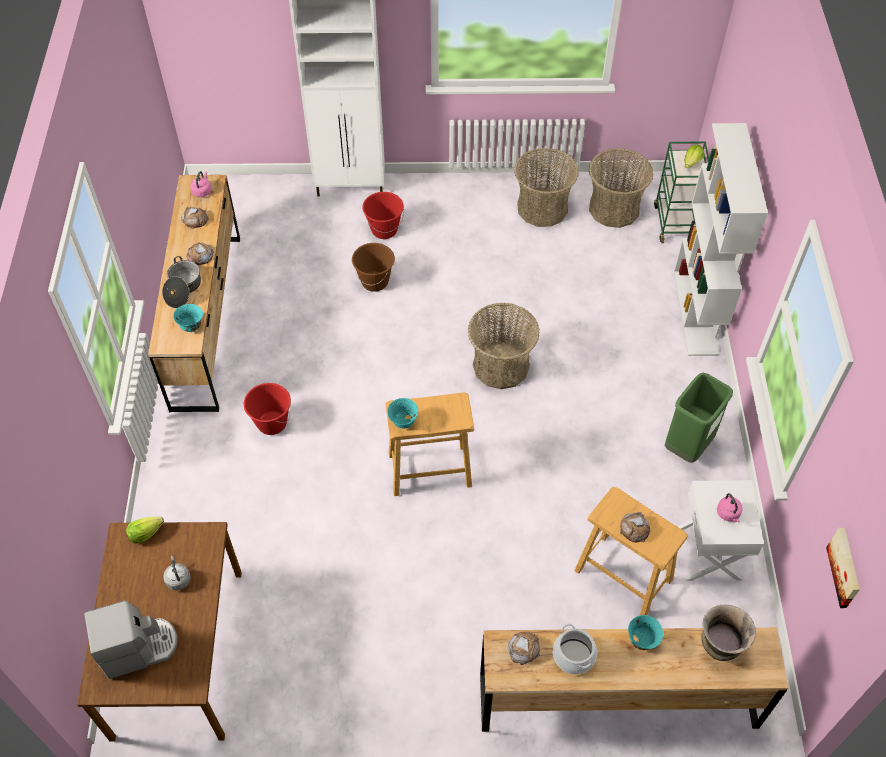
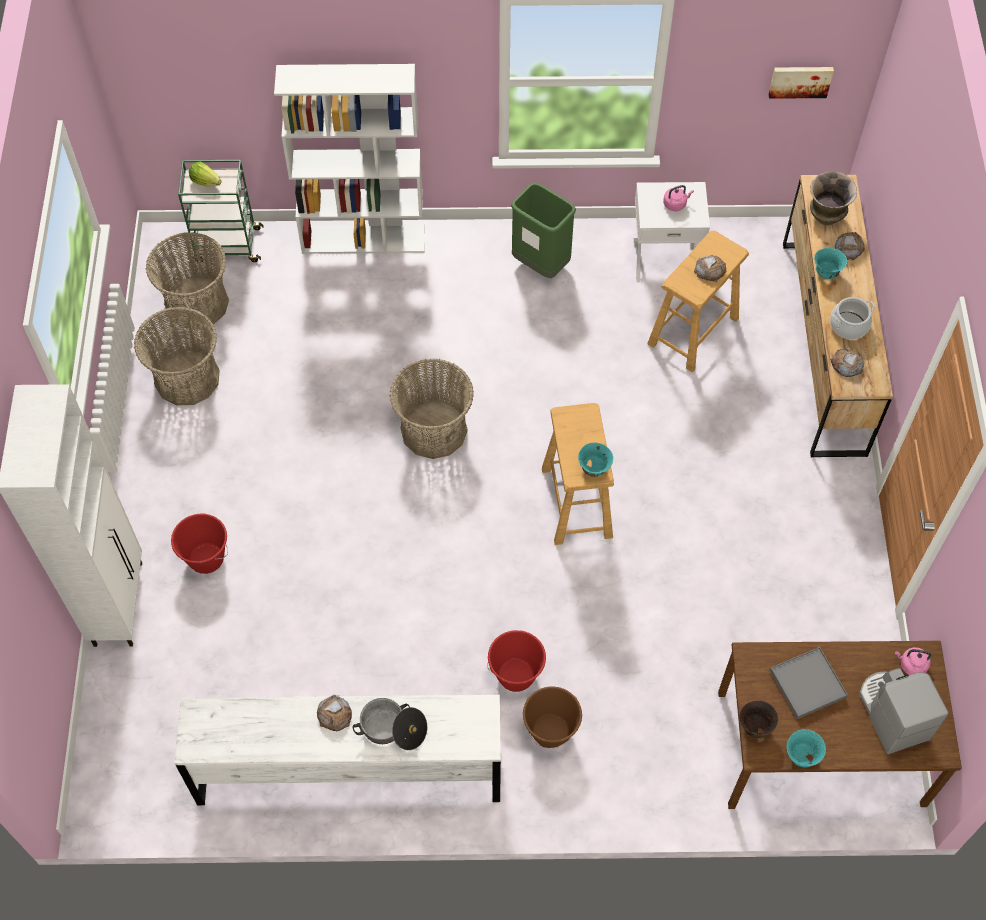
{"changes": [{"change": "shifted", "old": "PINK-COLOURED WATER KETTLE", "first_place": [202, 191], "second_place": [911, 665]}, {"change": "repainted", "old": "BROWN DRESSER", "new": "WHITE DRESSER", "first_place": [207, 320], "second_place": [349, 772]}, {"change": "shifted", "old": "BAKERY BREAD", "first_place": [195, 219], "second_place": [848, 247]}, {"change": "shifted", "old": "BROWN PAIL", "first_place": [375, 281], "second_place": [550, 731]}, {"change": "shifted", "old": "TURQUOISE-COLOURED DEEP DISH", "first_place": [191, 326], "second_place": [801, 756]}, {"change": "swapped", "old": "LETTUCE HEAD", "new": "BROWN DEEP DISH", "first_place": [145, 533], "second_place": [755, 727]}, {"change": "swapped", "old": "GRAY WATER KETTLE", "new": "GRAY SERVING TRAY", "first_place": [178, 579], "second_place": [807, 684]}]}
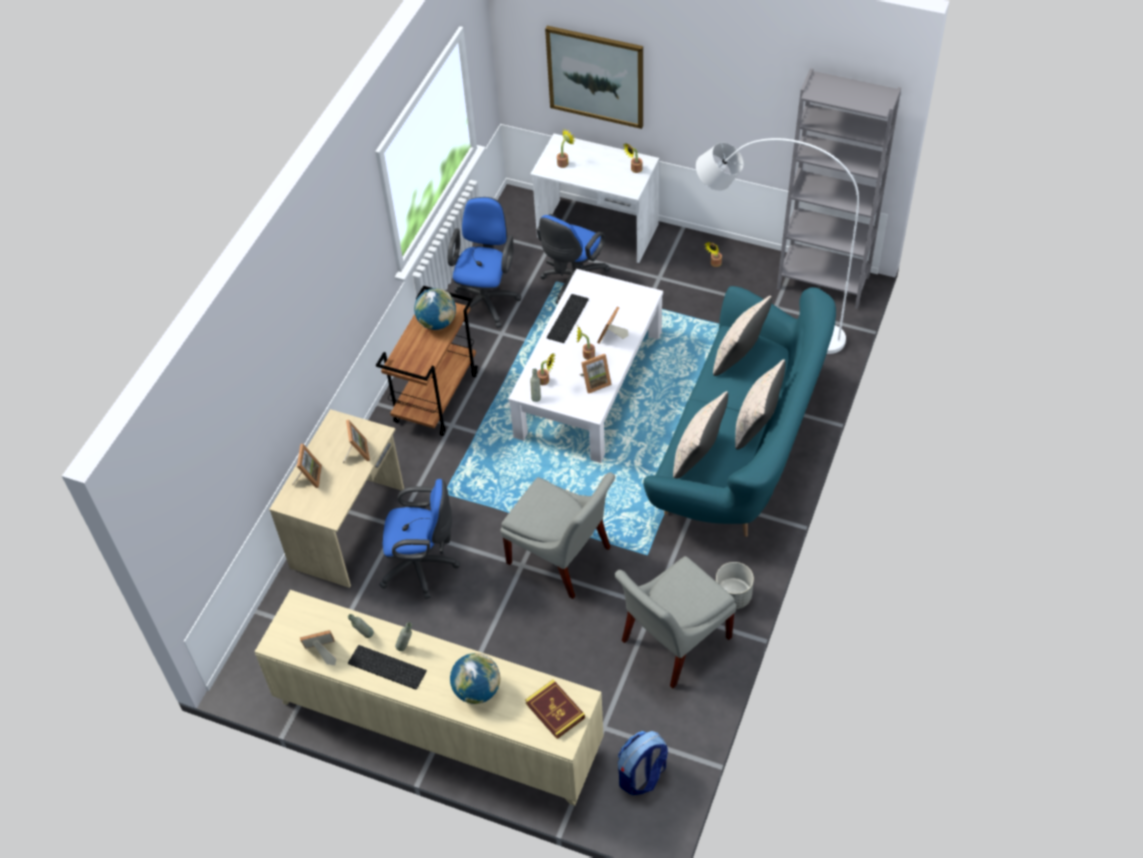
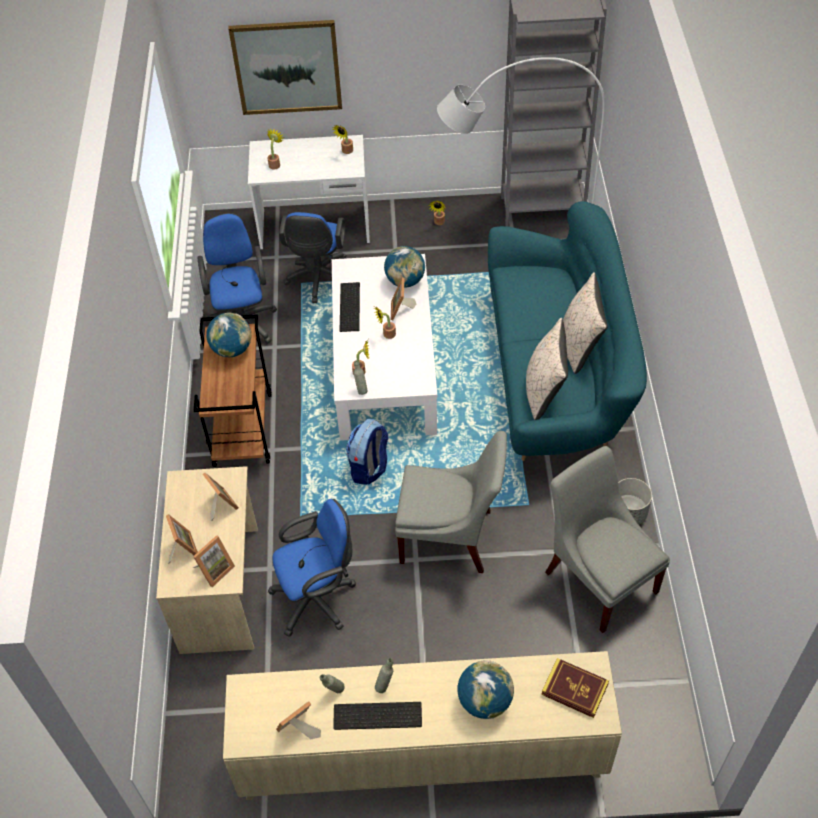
{"changes": [{"change": "gone", "old": "SAND-COLOURED THROW PILLOW", "first_place": [739, 357]}, {"change": "shifted", "old": "PICTURE FRAME", "first_place": [595, 382], "second_place": [214, 569]}, {"change": "rotated", "old": "GRAY UPRIGHT CHAIR", "first_place": [672, 641], "second_place": [598, 577], "degrees": 120}, {"change": "shifted", "old": "RUCKSACK", "first_place": [642, 776], "second_place": [369, 468]}, {"change": "new", "new": "DESK GLOBE", "second_place": [405, 281]}]}
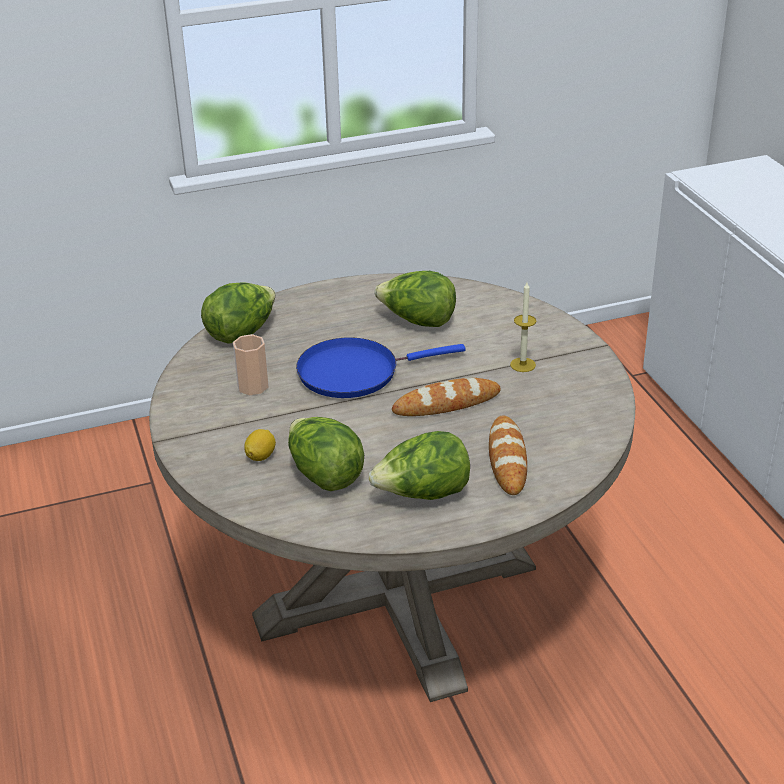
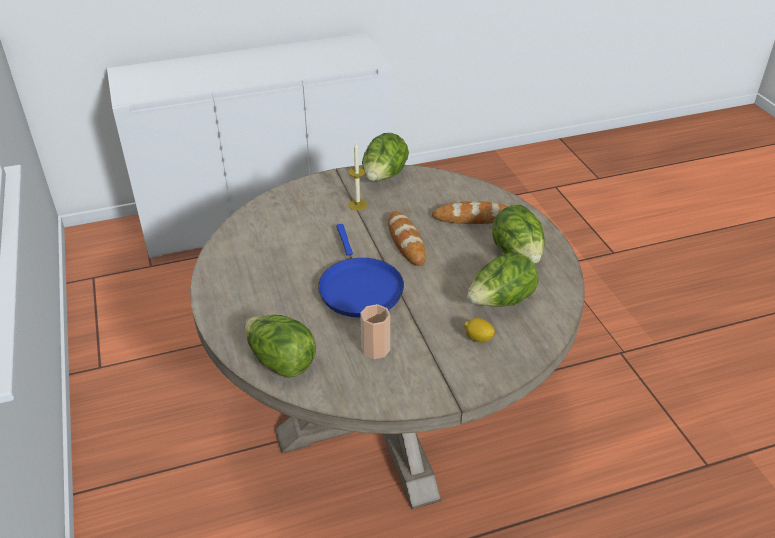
{"changes": [{"change": "shifted", "old": "LETTUCE HEAD", "first_place": [417, 321], "second_place": [384, 177]}]}
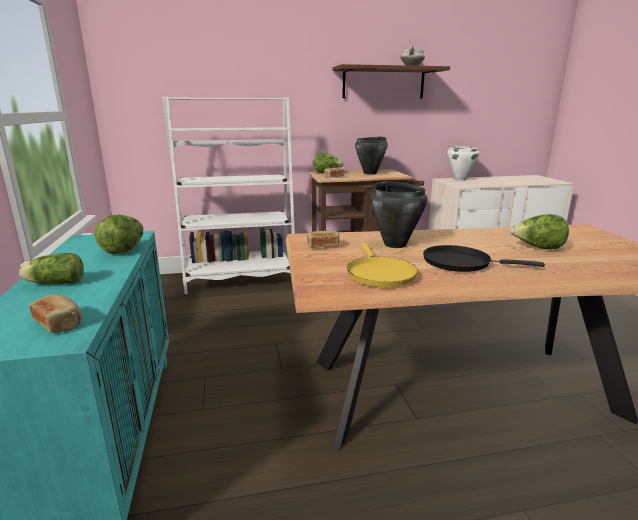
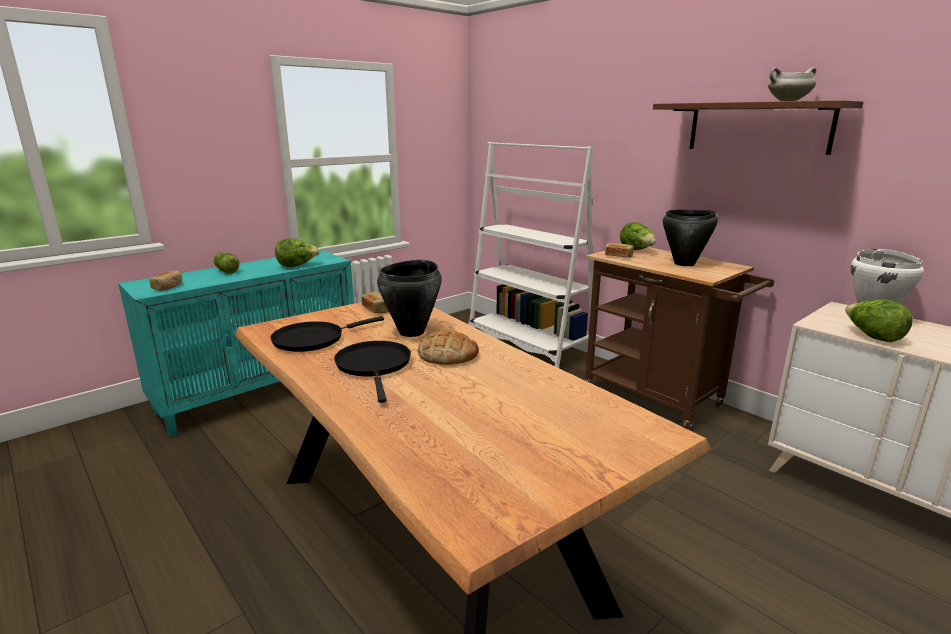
{"changes": [{"change": "shifted", "old": "LETTUCE HEAD", "first_place": [537, 248], "second_place": [872, 337]}, {"change": "repainted", "old": "YELLOW SKILLET", "new": "BLACK-COLOURED SKILLET", "first_place": [379, 274], "second_place": [313, 339]}, {"change": "new", "new": "BAKERY BREAD", "second_place": [448, 354]}]}
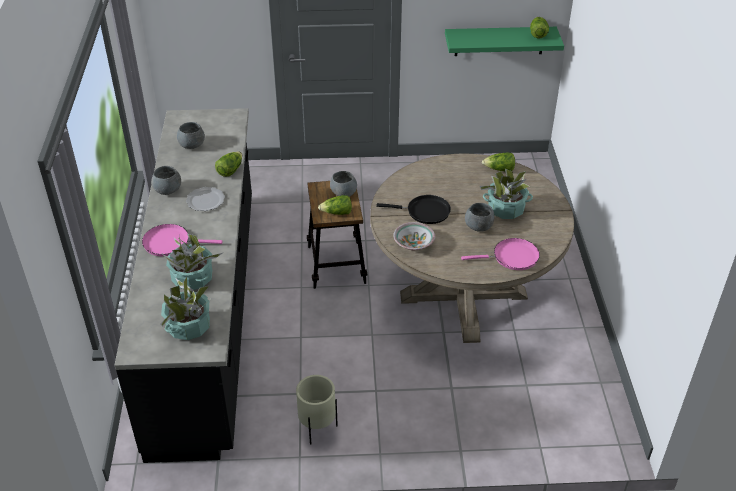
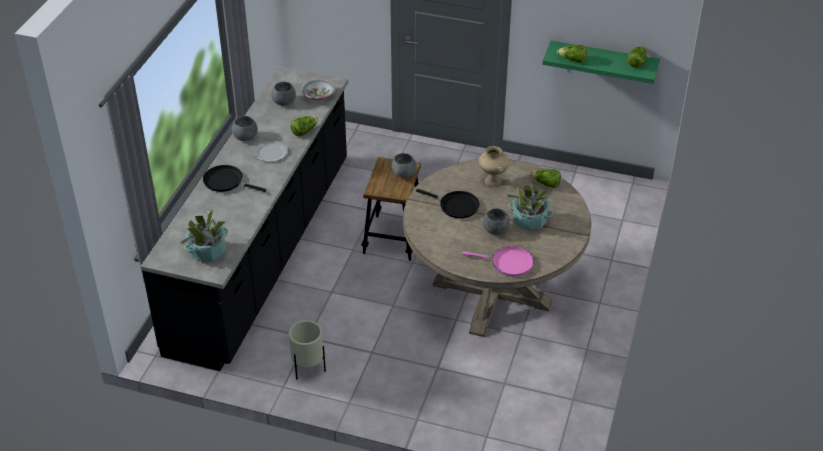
{"changes": [{"change": "shifted", "old": "LETTUCE HEAD", "first_place": [337, 213], "second_place": [572, 60]}, {"change": "shifted", "old": "DEEP DISH", "first_place": [414, 244], "second_place": [319, 96]}, {"change": "repainted", "old": "PINK-COLOURED SKILLET", "new": "BLACK-COLOURED SKILLET", "first_place": [170, 243], "second_place": [226, 181]}, {"change": "gone", "old": "POTTED PLANT", "first_place": [192, 278]}, {"change": "new", "new": "SAND-COLOURED FLOWER VASE", "second_place": [492, 181]}]}
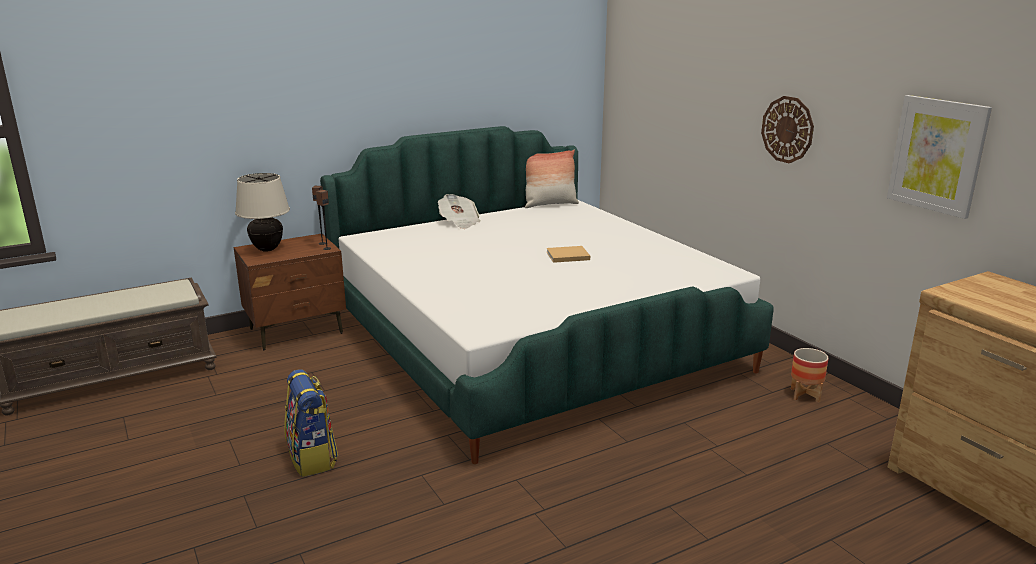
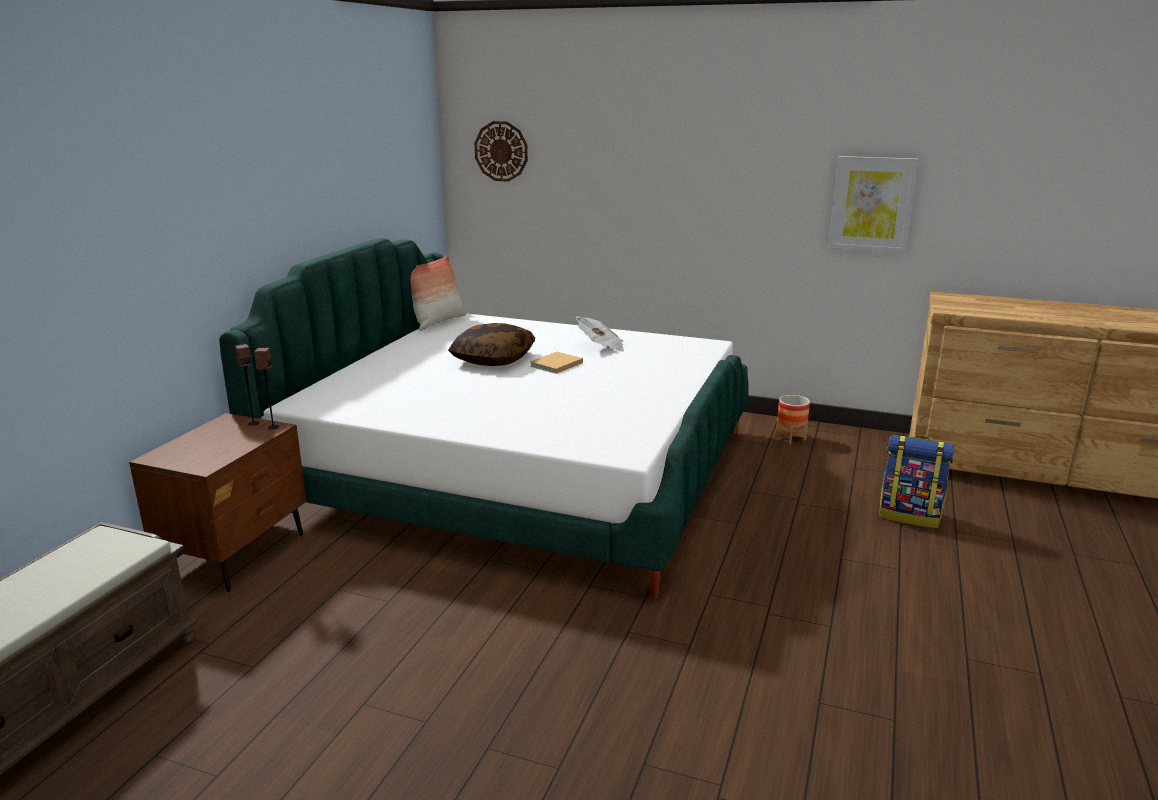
{"changes": [{"change": "shifted", "old": "WALL CLOCK", "first_place": [787, 129], "second_place": [501, 151]}, {"change": "gone", "old": "SAND-COLOURED TABLE LAMP", "first_place": [267, 249]}, {"change": "shifted", "old": "DAILY PAPER", "first_place": [459, 222], "second_place": [601, 347]}, {"change": "shifted", "old": "RUCKSACK", "first_place": [313, 458], "second_place": [910, 515]}, {"change": "new", "new": "THROW PILLOW", "second_place": [493, 359]}]}
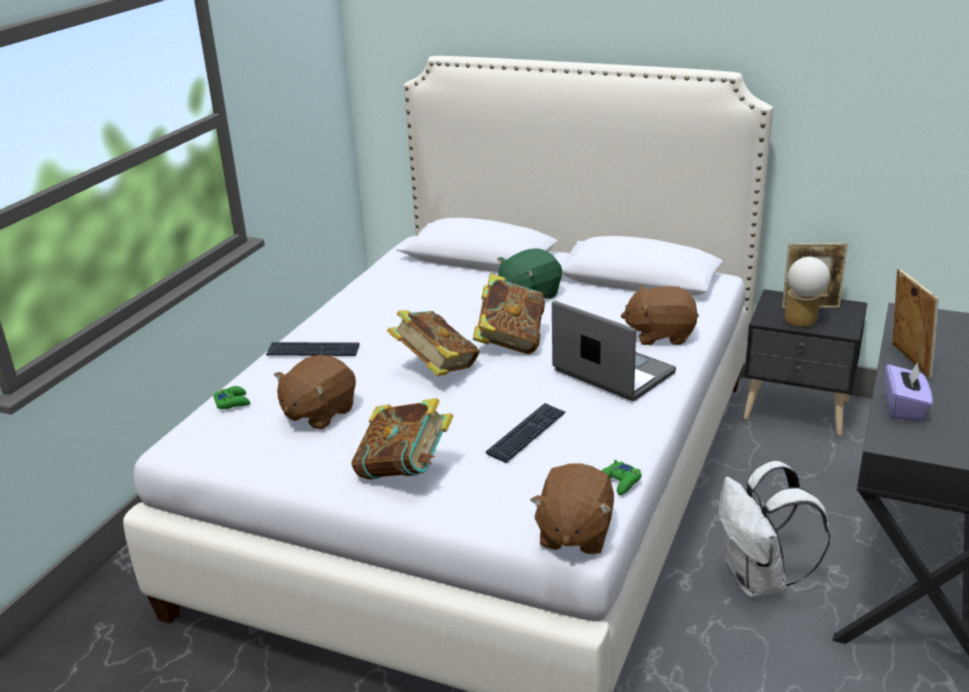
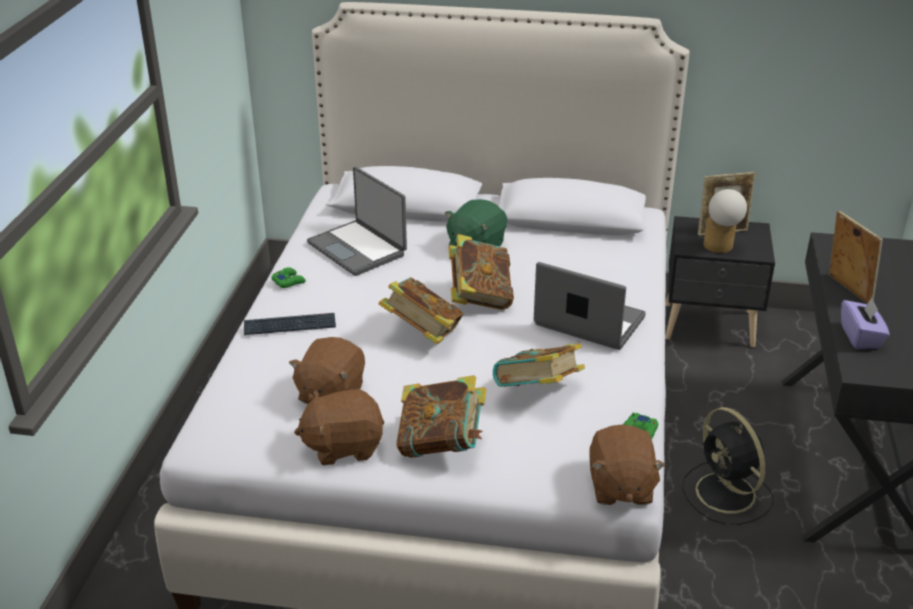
{"changes": [{"change": "shifted", "old": "BROWN PLUSH TOY", "first_place": [660, 335], "second_place": [343, 446]}, {"change": "shifted", "old": "GREENISH GAMEPAD", "first_place": [232, 402], "second_place": [288, 281]}, {"change": "swapped", "old": "PC KEYBOARD", "new": "BOOK", "first_place": [527, 434], "second_place": [537, 393]}, {"change": "swapped", "old": "WHITE RUCKSACK", "new": "BLACK-COLOURED ELECTRIC FAN", "first_place": [759, 580], "second_place": [727, 495]}, {"change": "new", "new": "PORTABLE COMPUTER", "second_place": [358, 248]}]}
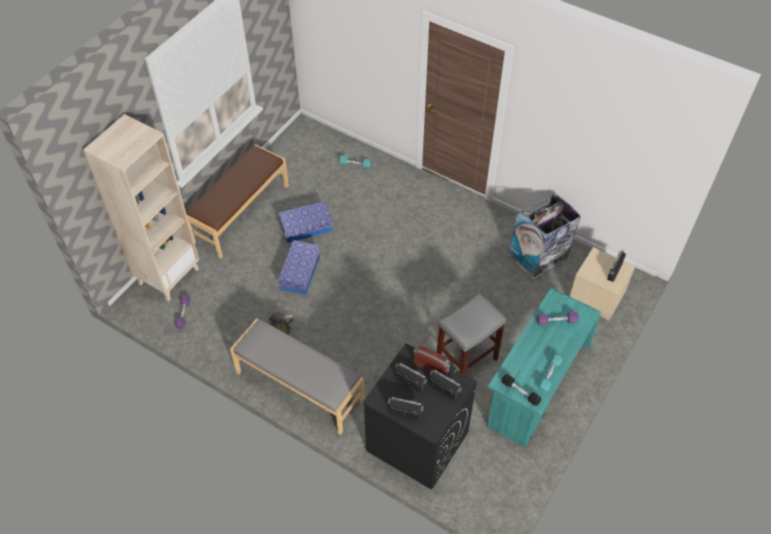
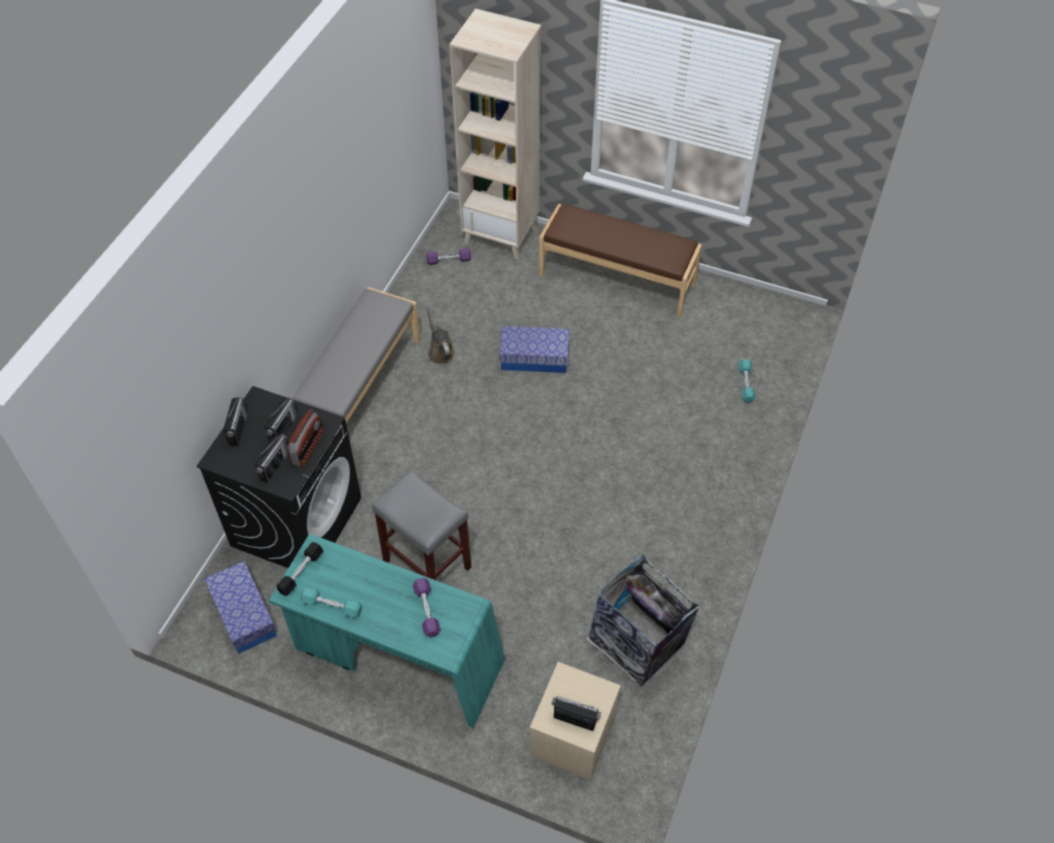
{"changes": [{"change": "shifted", "old": "STORAGE CONTAINER", "first_place": [306, 228], "second_place": [243, 614]}]}
